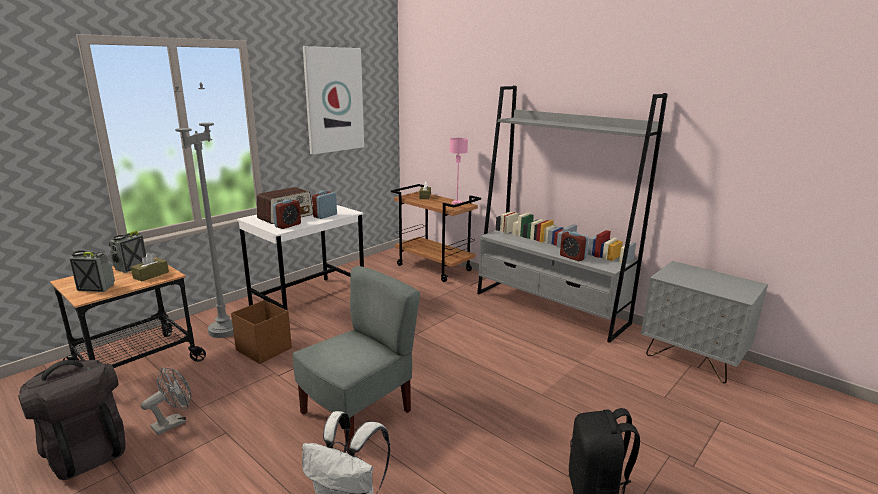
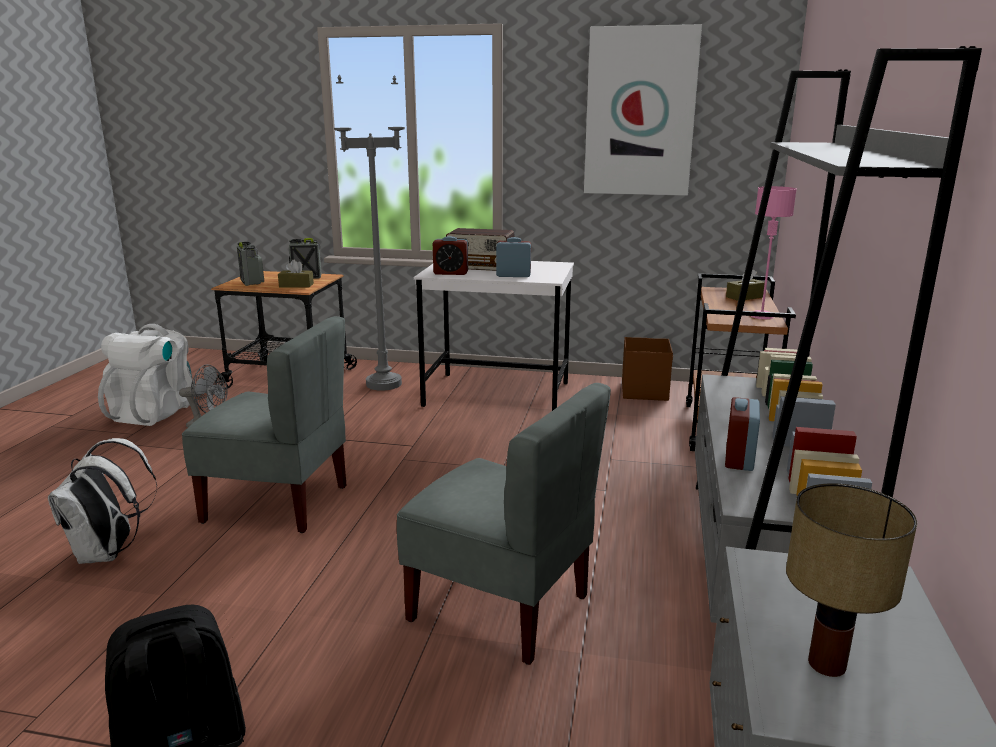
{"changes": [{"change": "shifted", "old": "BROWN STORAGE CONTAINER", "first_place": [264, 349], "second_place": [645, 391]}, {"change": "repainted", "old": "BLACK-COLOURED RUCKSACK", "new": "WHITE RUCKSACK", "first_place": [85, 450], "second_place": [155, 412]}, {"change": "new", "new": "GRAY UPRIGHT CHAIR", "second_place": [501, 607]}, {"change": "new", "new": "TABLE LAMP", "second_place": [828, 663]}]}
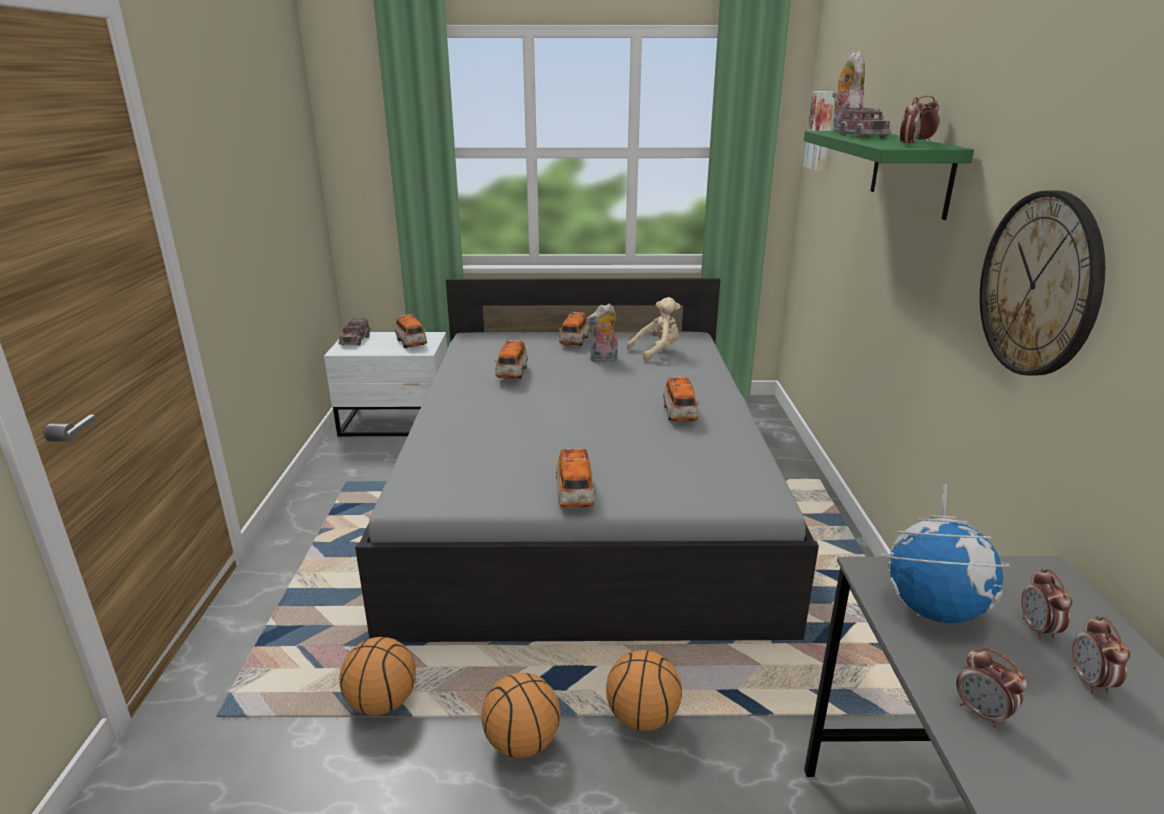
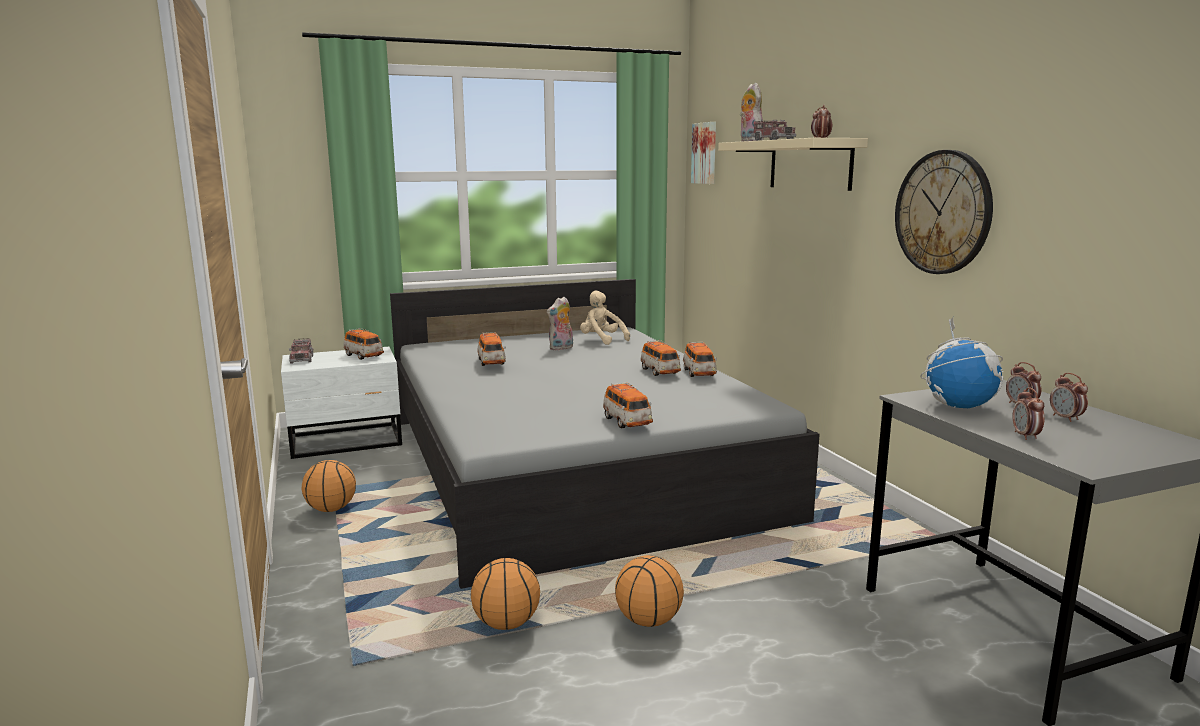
{"changes": [{"change": "repainted", "old": "GREENISH SHELF", "new": "SAND-COLOURED SHELF", "first_place": [910, 171], "second_place": [810, 164]}, {"change": "rotated", "old": "SAND-COLOURED PLUSH TOY", "first_place": [657, 352], "second_place": [601, 340], "degrees": -90}, {"change": "shifted", "old": "MODEL CAR", "first_place": [574, 341], "second_place": [699, 373]}, {"change": "rotated", "old": "TABLE CLOCK", "first_place": [982, 713], "second_place": [1025, 436], "degrees": 60}, {"change": "shifted", "old": "BASKETBALL", "first_place": [641, 716], "second_place": [331, 509]}]}
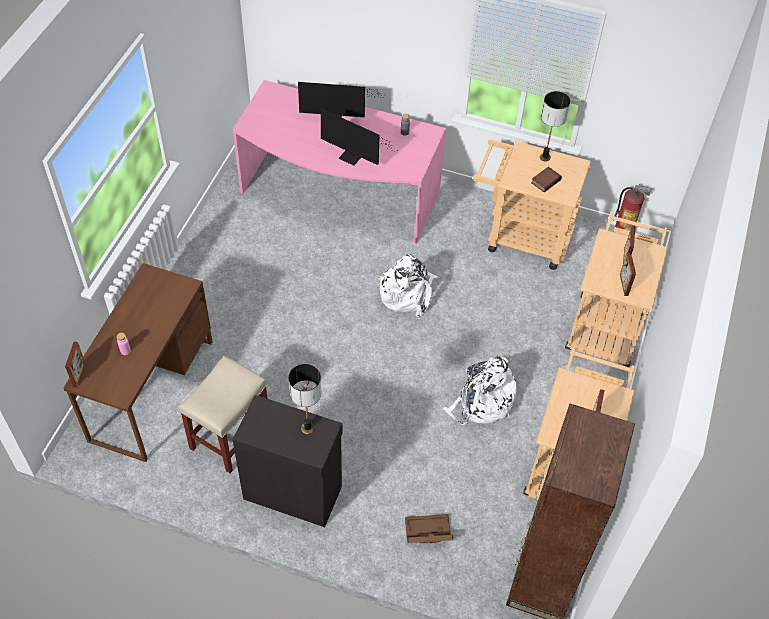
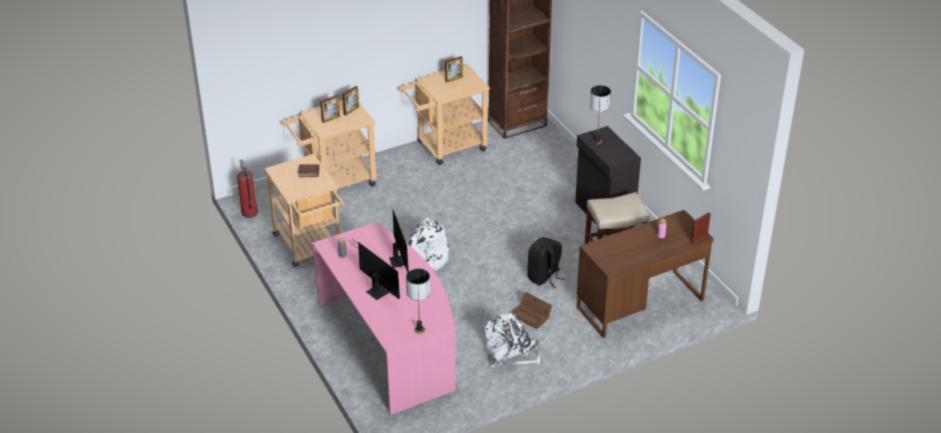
{"changes": [{"change": "shifted", "old": "TABLE LAMP", "first_place": [545, 157], "second_place": [419, 330]}, {"change": "shifted", "old": "WHITE RUCKSACK", "first_place": [481, 402], "second_place": [510, 353]}, {"change": "shifted", "old": "BROWN STORAGE CONTAINER", "first_place": [426, 533], "second_place": [532, 316]}, {"change": "new", "new": "BLACK-COLOURED RUCKSACK", "second_place": [544, 277]}]}
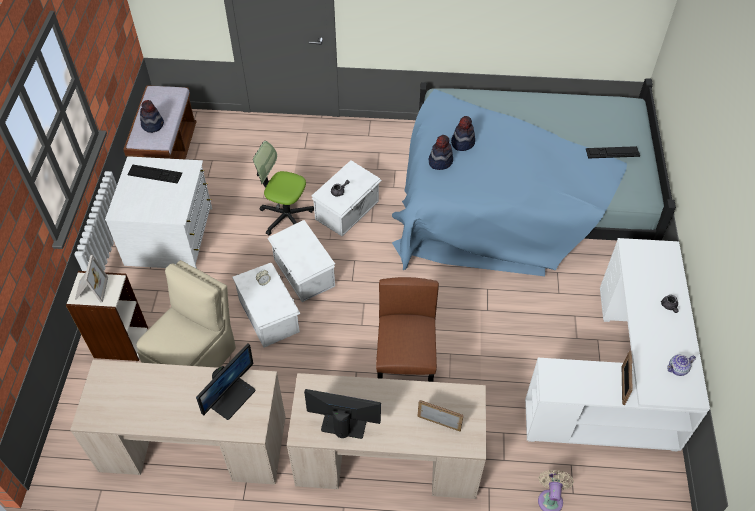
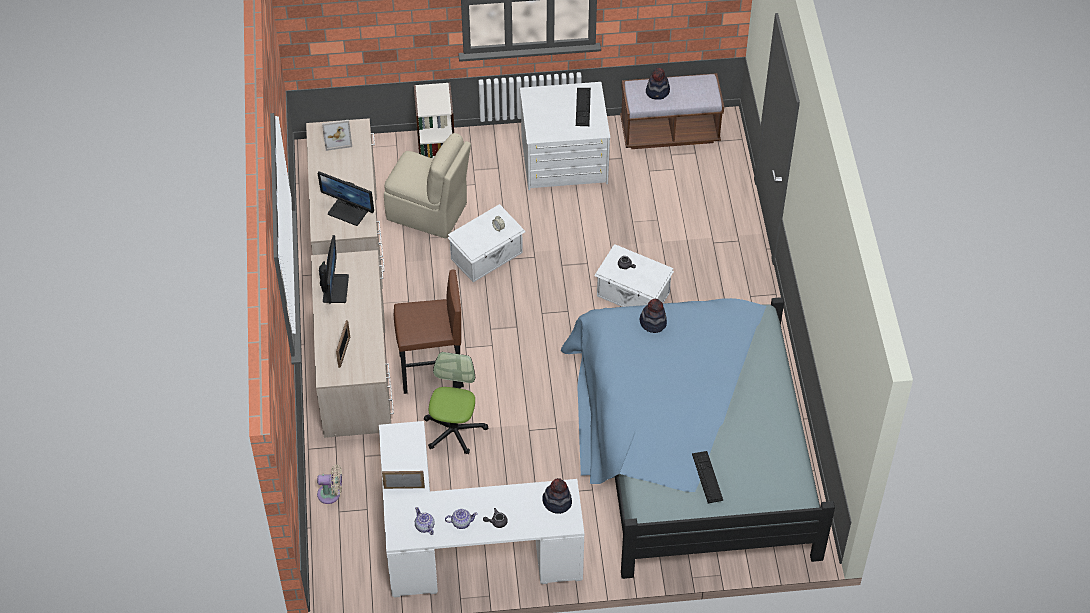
{"changes": [{"change": "shifted", "old": "CLOTHING HAT", "first_place": [462, 142], "second_place": [557, 502]}, {"change": "shifted", "old": "OFFICE CHAIR", "first_place": [286, 216], "second_place": [454, 430]}, {"change": "gone", "old": "WHITE STORAGE CONTAINER", "first_place": [303, 273]}, {"change": "shifted", "old": "PICTURE FRAME", "first_place": [90, 289], "second_place": [337, 139]}, {"change": "new", "new": "POT FOR TEA", "second_place": [461, 522]}]}
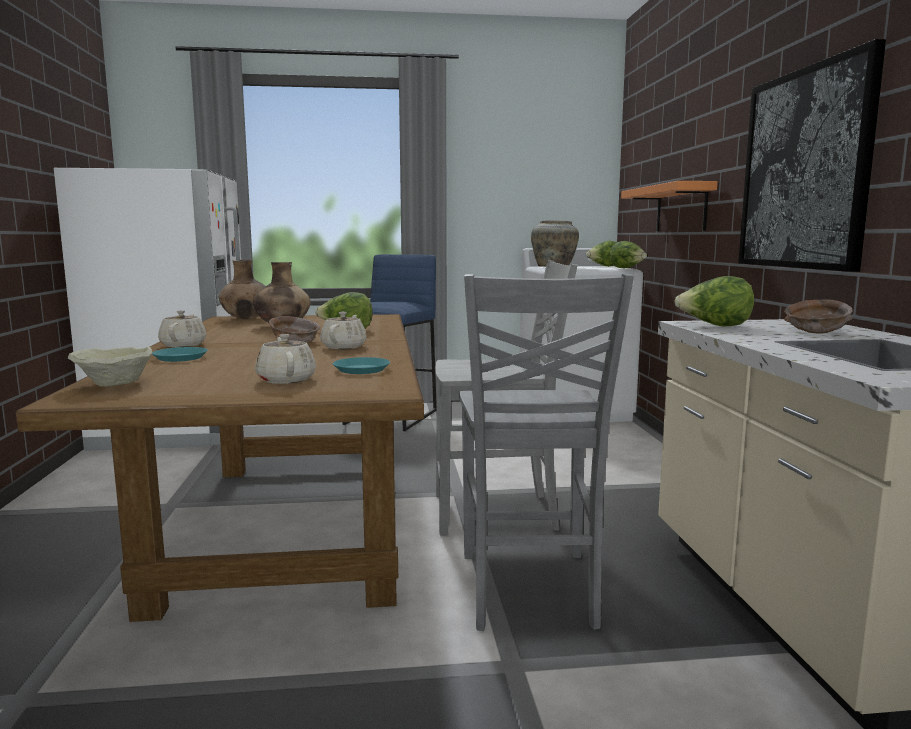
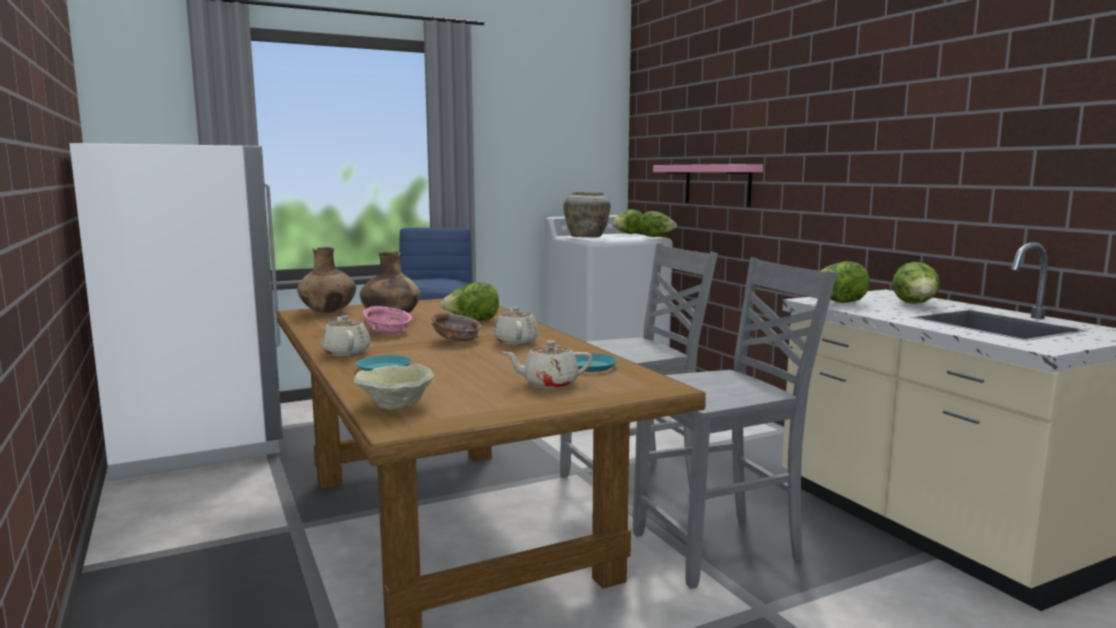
{"changes": [{"change": "gone", "old": "WALL PICTURE", "first_place": [804, 169]}, {"change": "repainted", "old": "ORANGE-COLOURED SHELF", "new": "PINK-COLOURED SHELF", "first_place": [681, 208], "second_place": [717, 184]}, {"change": "rotated", "old": "GRAY UPRIGHT CHAIR", "first_place": [528, 591], "second_place": [720, 548], "degrees": -90}, {"change": "swapped", "old": "BROWN DEEP DISH", "new": "LETTUCE HEAD", "first_place": [815, 332], "second_place": [915, 304]}, {"change": "rotated", "old": "SAND-COLOURED POT FOR TEA", "first_place": [286, 379], "second_place": [549, 384], "degrees": -60}, {"change": "new", "new": "PINK-COLOURED DEEP DISH", "second_place": [387, 333]}]}
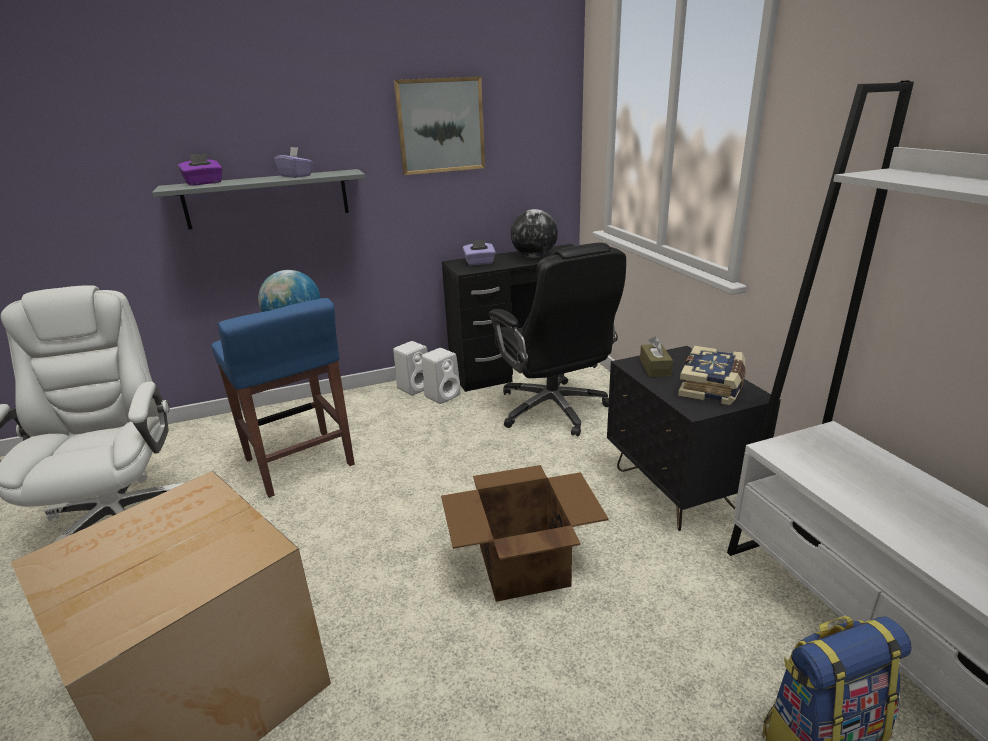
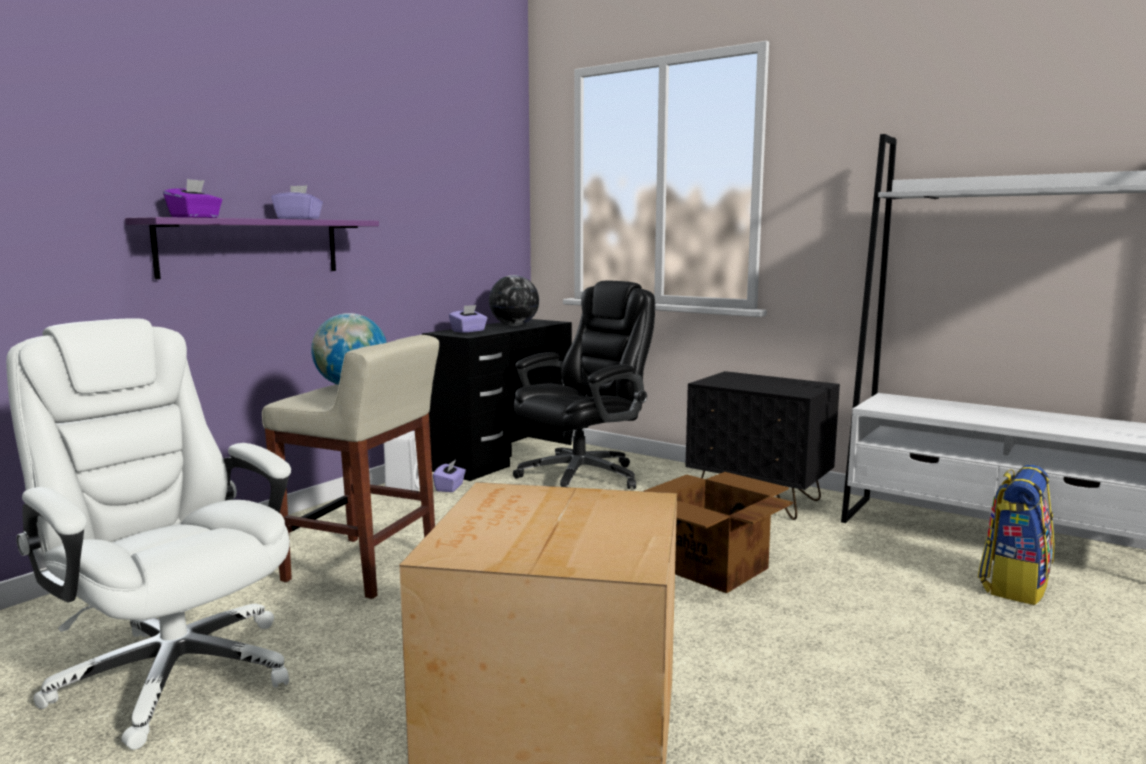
{"changes": [{"change": "gone", "old": "WALL PICTURE", "first_place": [440, 126]}, {"change": "repainted", "old": "GRAY SHELF", "new": "PURPLE SHELF", "first_place": [267, 199], "second_place": [251, 247]}, {"change": "rotated", "old": "BLACK-COLOURED OFFICE CHAIR", "first_place": [554, 409], "second_place": [582, 476], "degrees": -75}, {"change": "repainted", "old": "BLUE STOOL SEAT", "new": "SAND-COLOURED STOOL SEAT", "first_place": [300, 463], "second_place": [363, 567]}, {"change": "gone", "old": "BROWN BOX OF TISSUES", "first_place": [655, 368]}, {"change": "gone", "old": "BOOK", "first_place": [712, 387]}, {"change": "swapped", "old": "WHITE LOUDSPEAKER", "new": "PURPLE BOX OF TISSUES", "first_place": [443, 395], "second_place": [450, 487]}]}
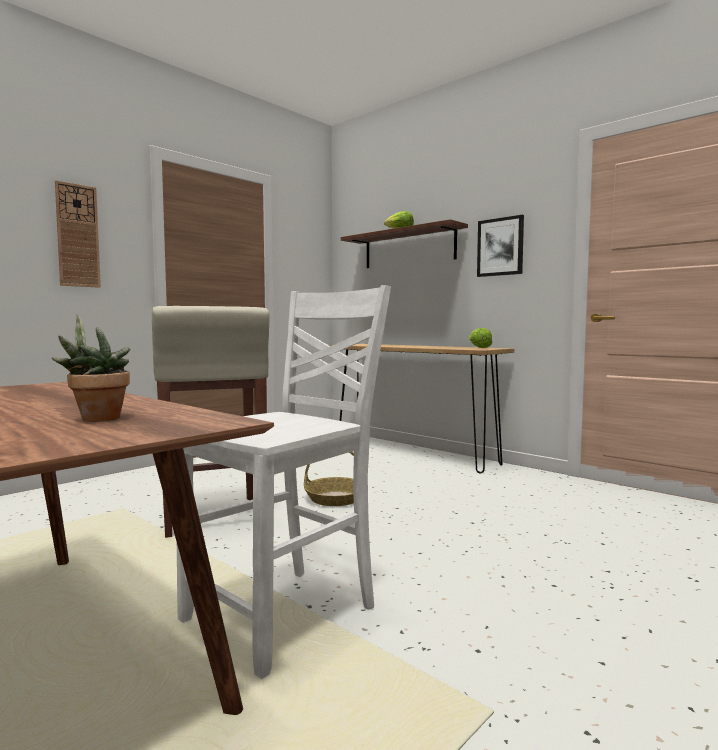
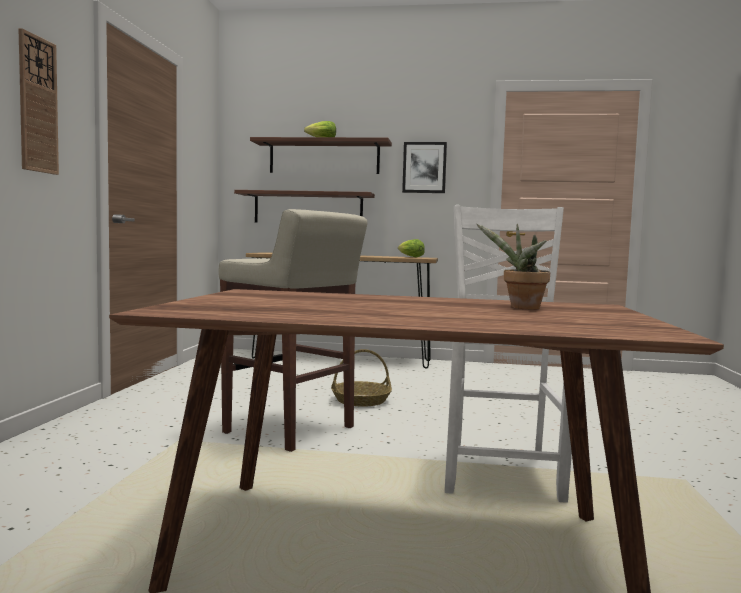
{"changes": [{"change": "new", "new": "SHELF", "second_place": [308, 208]}]}
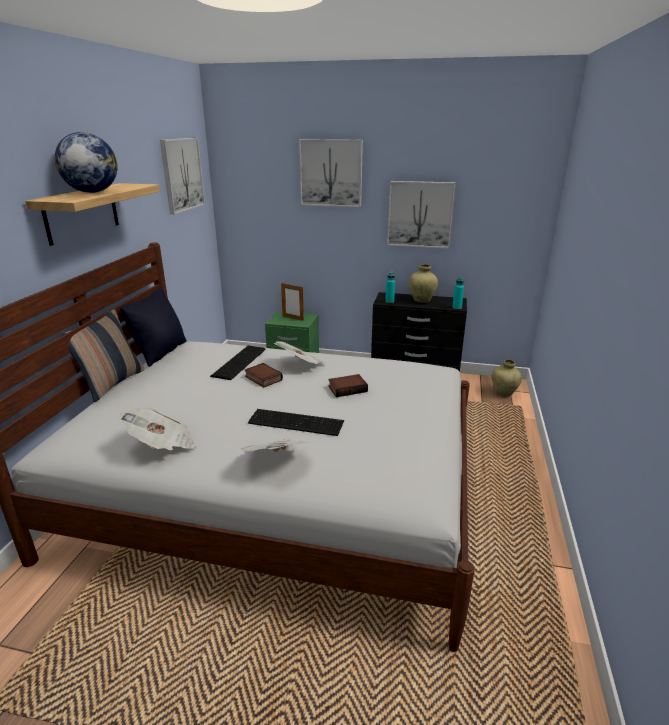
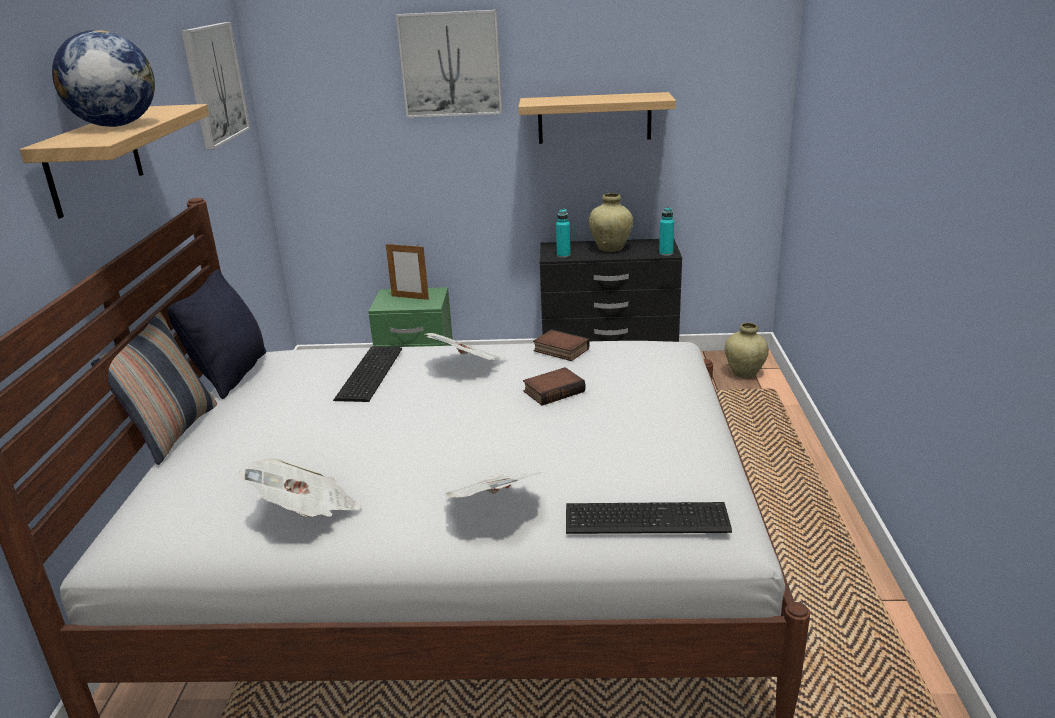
{"changes": [{"change": "swapped", "old": "WALL PICTURE", "new": "SHELF", "first_place": [420, 214], "second_place": [594, 118]}, {"change": "shifted", "old": "BOOK", "first_place": [262, 378], "second_place": [559, 350]}, {"change": "shifted", "old": "PC KEYBOARD", "first_place": [295, 421], "second_place": [644, 516]}]}
